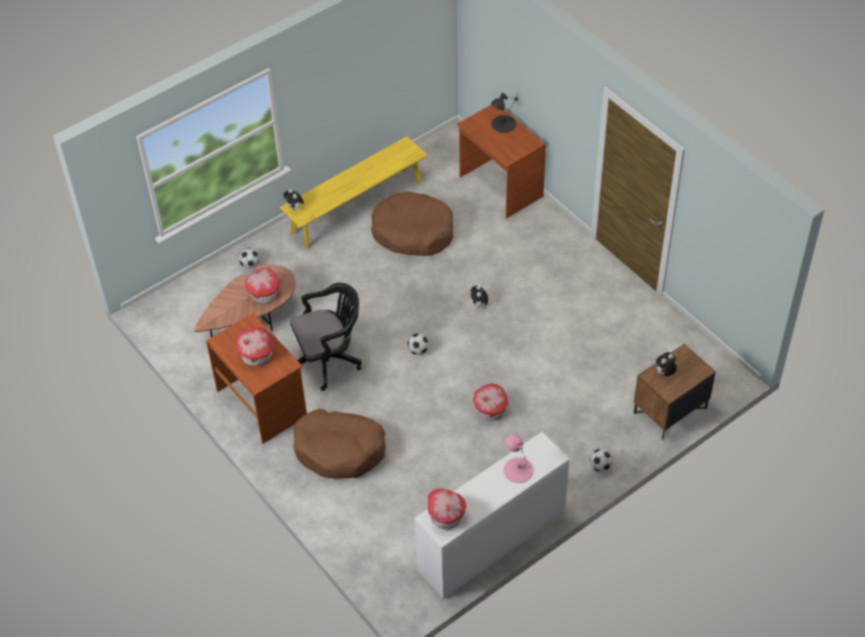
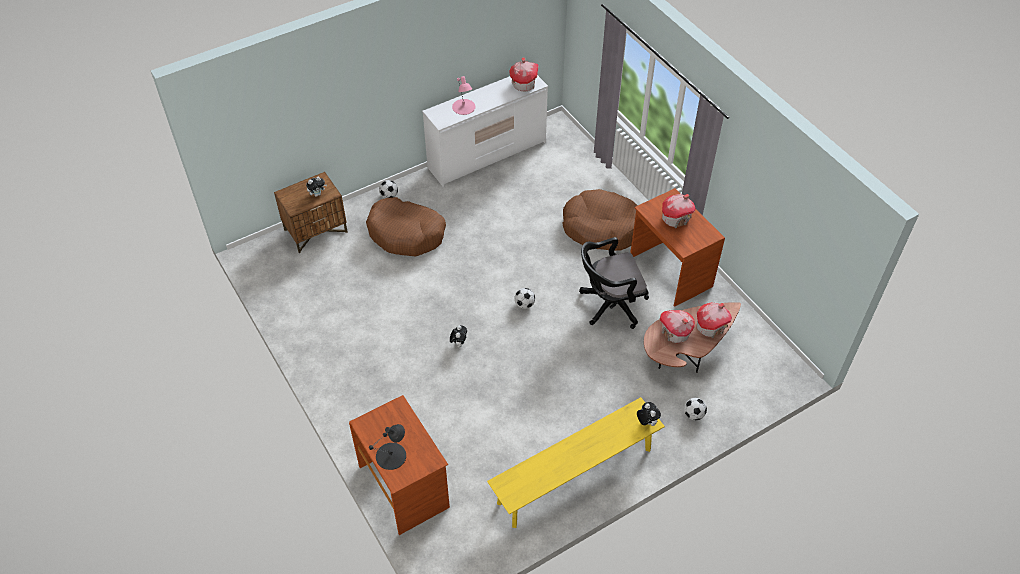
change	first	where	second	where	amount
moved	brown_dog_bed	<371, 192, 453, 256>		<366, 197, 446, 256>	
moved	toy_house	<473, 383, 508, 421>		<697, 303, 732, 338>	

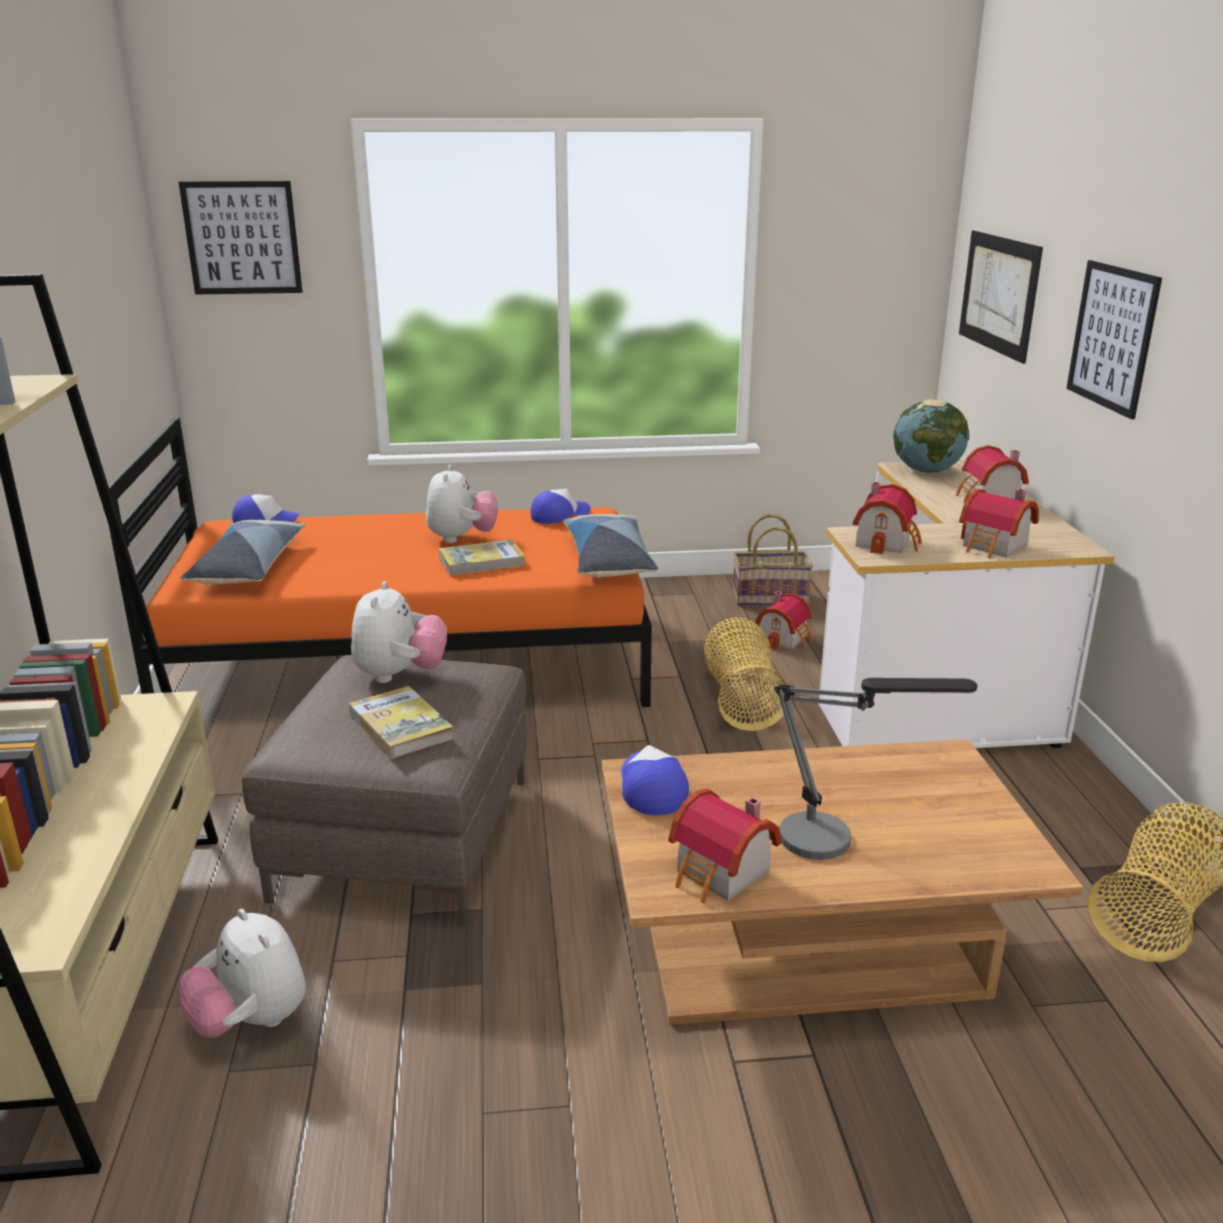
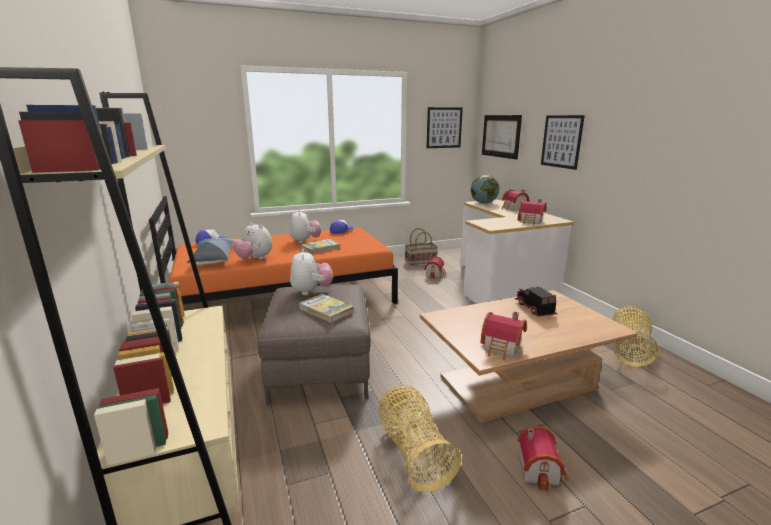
change	first	where	second	where	amount
moved	picture	<179, 181, 303, 295>		<427, 107, 463, 148>	
moved	toy_house	<853, 482, 922, 554>		<518, 426, 568, 491>	
removed	pillow	<563, 514, 658, 578>			
moved	basket	<704, 617, 790, 731>		<378, 385, 462, 492>	
removed	table_lamp	<774, 678, 977, 860>			
removed	cap	<621, 745, 689, 815>			
moved	plush_toy	<179, 909, 306, 1038>		<233, 222, 272, 259>	
added			toy_truck	<514, 287, 557, 317>	

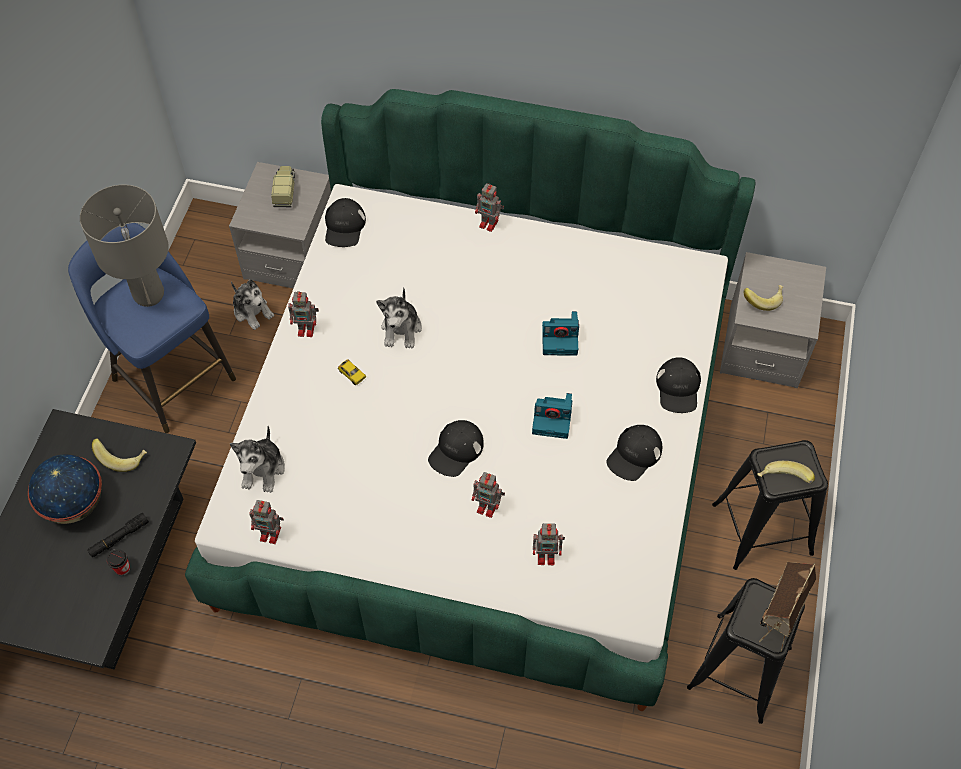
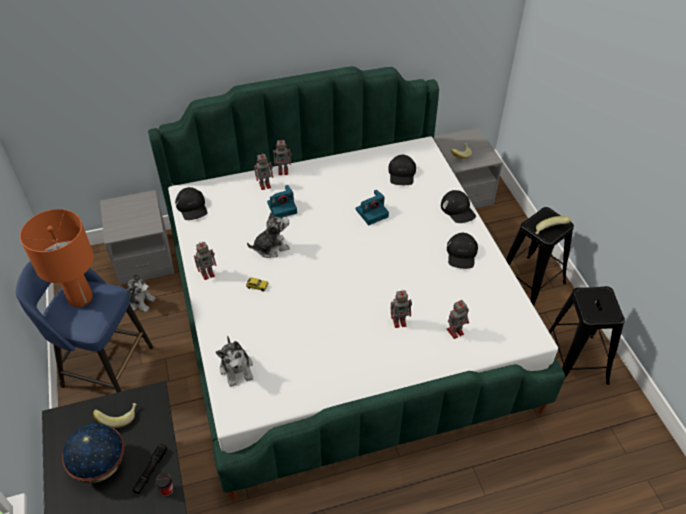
change	first	where	second	where	amount
removed	toy_truck	<271, 166, 295, 207>			
recoloured	grey_table_lamp	<80, 185, 169, 307>	orange_table_lamp	<20, 209, 94, 307>	
turned	plush_toy	<376, 288, 422, 348>		<247, 212, 290, 258>	90 degrees counterclockwise
moved	photo_camera	<532, 393, 572, 439>		<267, 185, 297, 218>	
moved	black_cap	<428, 420, 484, 477>		<388, 155, 416, 185>	
moved	toy_robot	<249, 500, 284, 544>		<254, 152, 273, 190>	
removed	toy_house	<759, 562, 816, 652>			

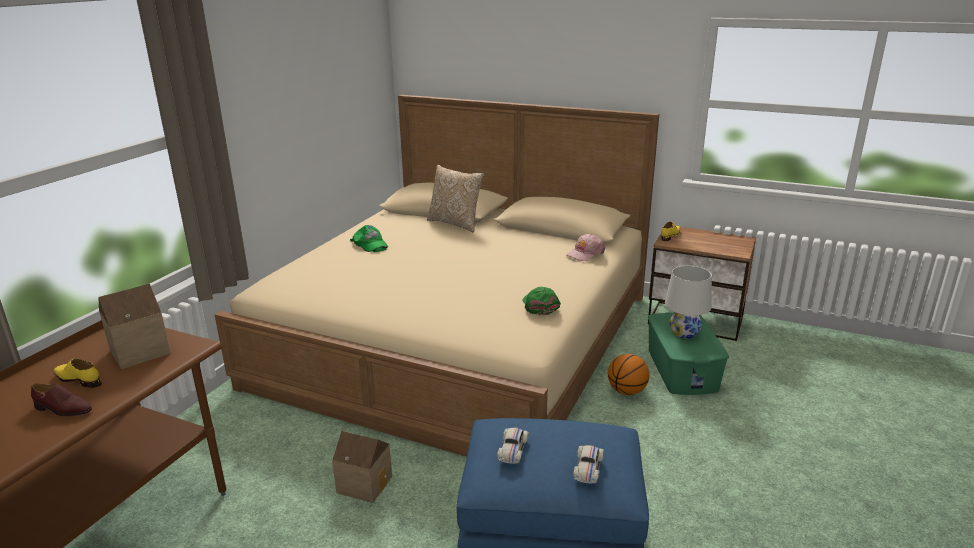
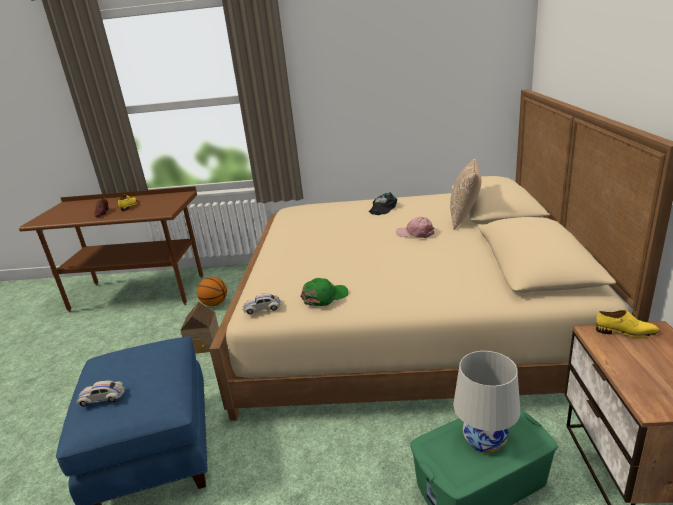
change	first	where	second	where	amount
recoloured	green_cap	<350, 225, 388, 252>	black_cap	<369, 192, 397, 215>	
moved	pink_cap	<566, 234, 605, 261>		<396, 217, 434, 238>	
removed	toy_house	<98, 284, 171, 369>			
moved	basketball	<608, 354, 649, 395>		<197, 277, 227, 306>	
moved	white_toy_car	<497, 427, 529, 464>		<242, 293, 281, 315>	

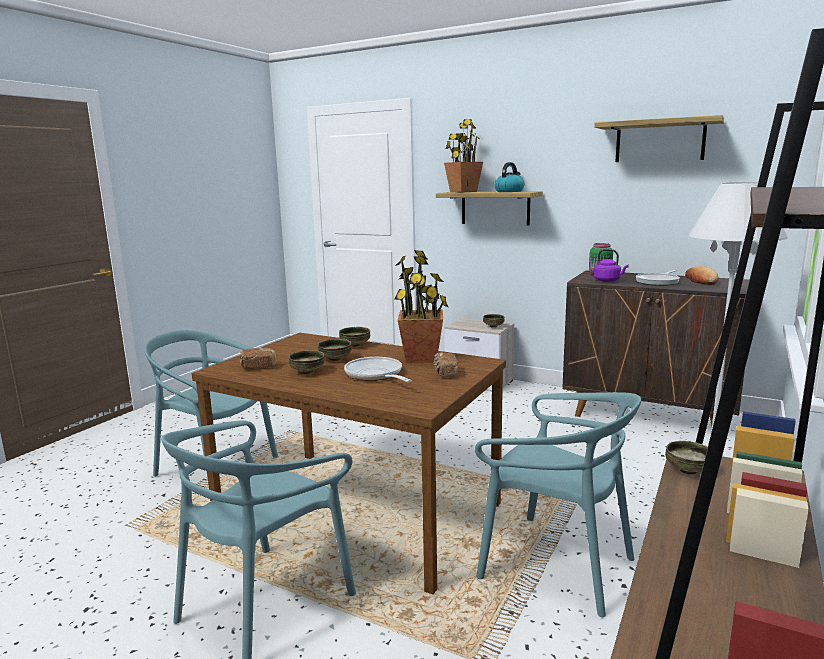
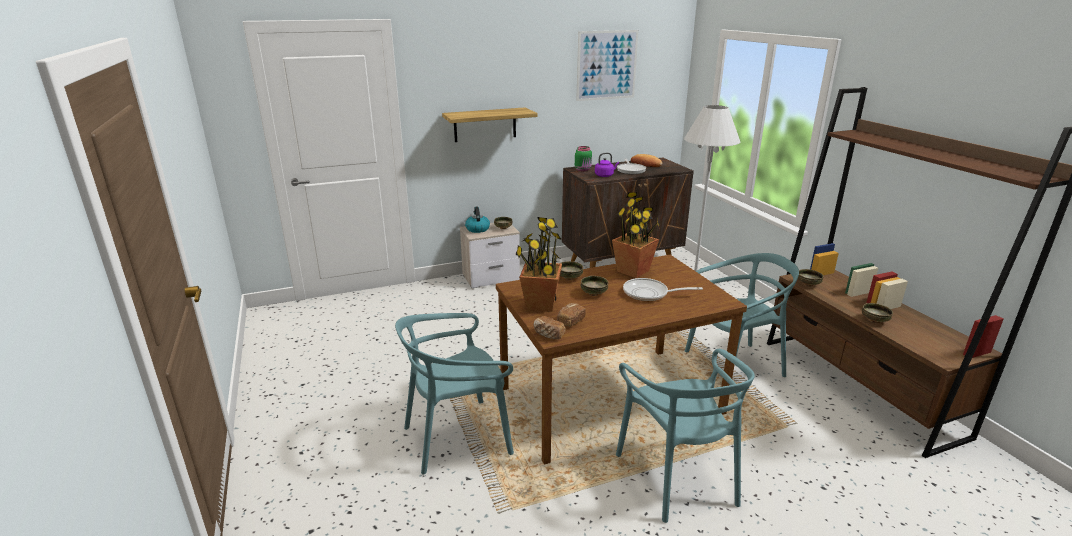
change	first	where	second	where	amount
replaced	shelf	<594, 115, 724, 162>	picture	<576, 30, 639, 101>	
moved	potted_plant	<444, 119, 483, 193>		<515, 217, 562, 312>	
moved	kettle	<494, 162, 525, 192>		<465, 207, 490, 233>	
moved	bowl	<289, 350, 325, 374>		<862, 303, 893, 323>	
moved	bread	<433, 353, 459, 378>		<534, 316, 566, 340>	

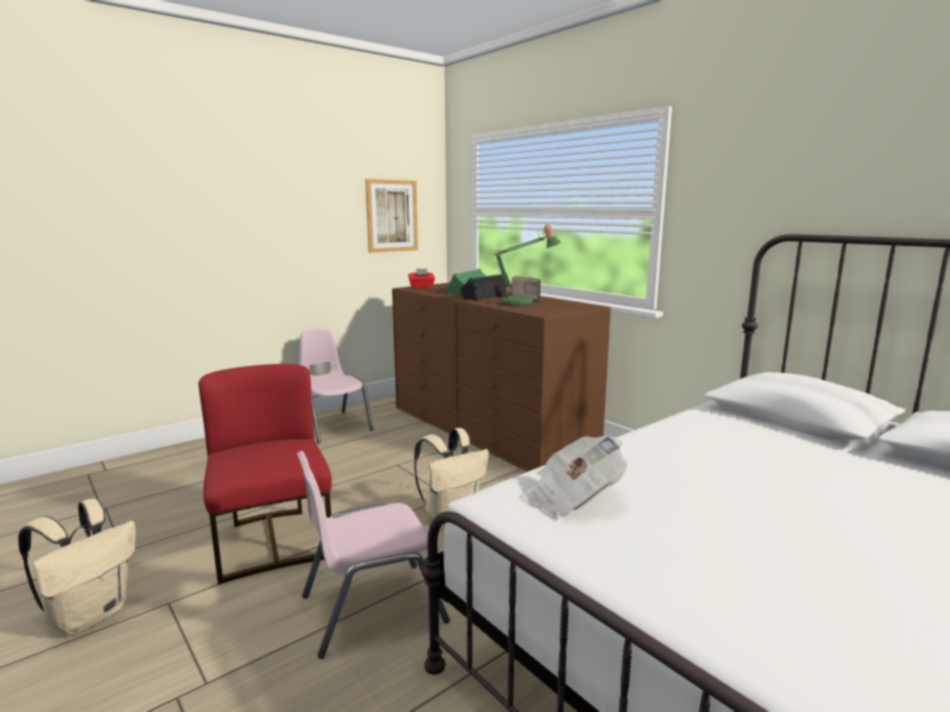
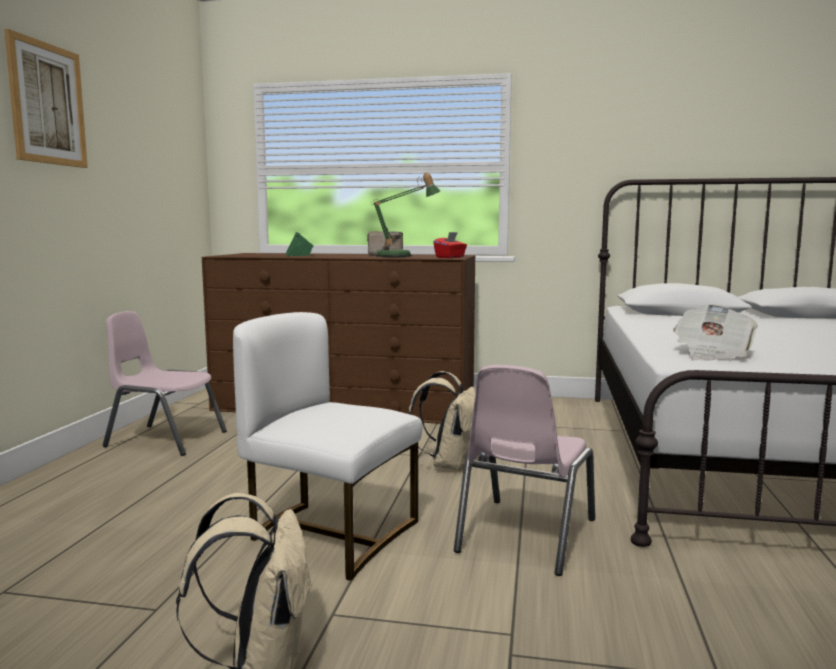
change	first	where	second	where	amount
moved	picture	<365, 179, 418, 253>		<4, 29, 88, 168>	
moved	red_tissue_box	<408, 269, 435, 289>		<433, 232, 467, 258>	
removed	black_speaker	<460, 273, 512, 301>			
recoloured	red_chair	<198, 364, 332, 584>	white_chair	<233, 312, 422, 581>	

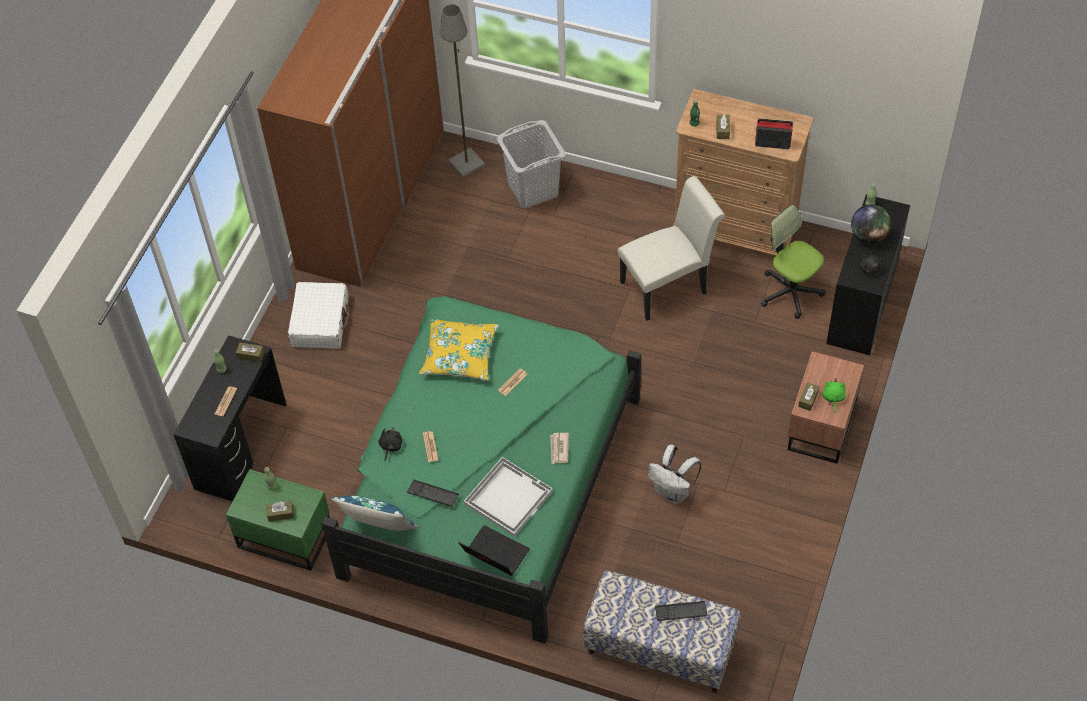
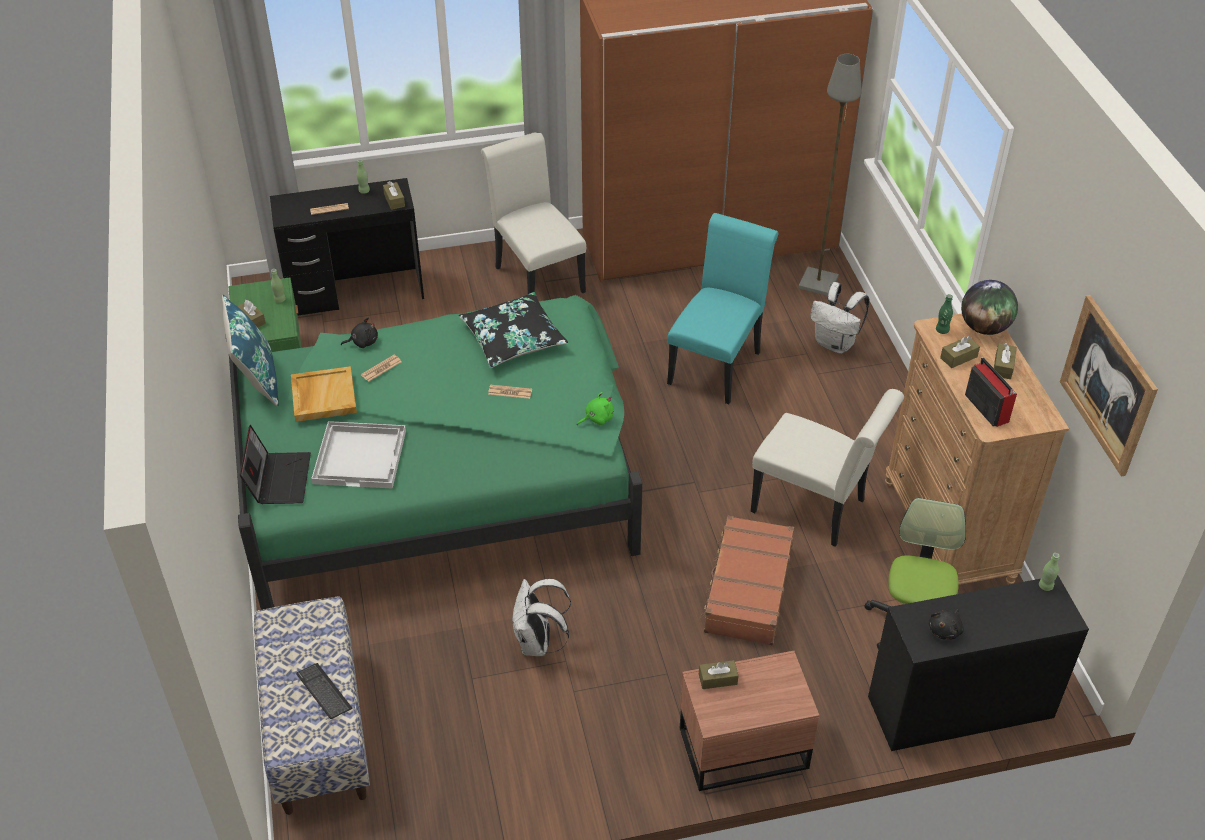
change	first	where	second	where	amount
replaced	grey_laundry_basket	<497, 120, 566, 208>	white_backpack	<810, 282, 870, 354>	
moved	globe	<851, 204, 891, 244>		<961, 280, 1018, 335>	
replaced	white_suitcase	<288, 282, 349, 349>	white_chair	<481, 132, 586, 294>	
recoloured	yellow_pillow	<419, 318, 499, 381>	black_pillow	<459, 292, 568, 368>	
moved	green_plush_toy	<822, 378, 846, 412>		<577, 392, 614, 425>	
removed	newspaper	<550, 433, 569, 464>			
replaced	keyboard	<407, 480, 459, 507>	beige_tray	<291, 366, 357, 422>	
added			turquoise_chair	<667, 213, 778, 404>	
added			picture	<1060, 295, 1158, 476>	
added			brown_tissue_box	<994, 343, 1017, 379>	
added			brown_suitcase	<700, 516, 794, 646>	

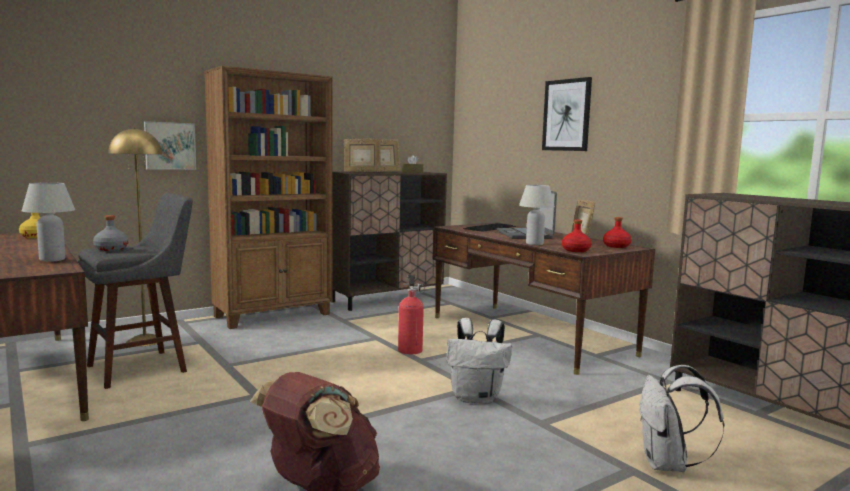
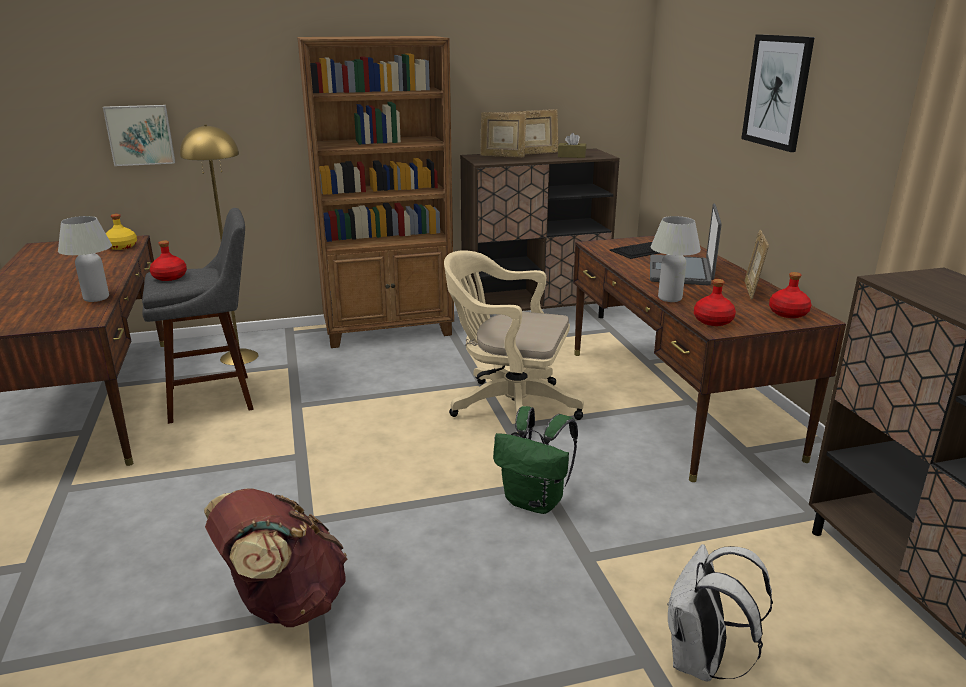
change	first	where	second	where	amount
moved	picture	<144, 121, 196, 170>		<103, 105, 175, 166>	
recoloured	grey_bottle	<93, 215, 129, 251>	red_bottle	<150, 241, 187, 281>	
replaced	fire_extinguisher	<398, 275, 425, 354>	beige_office_chair	<444, 250, 584, 437>	
recoloured	white_backpack	<447, 318, 512, 404>	green_backpack	<493, 406, 578, 514>	

